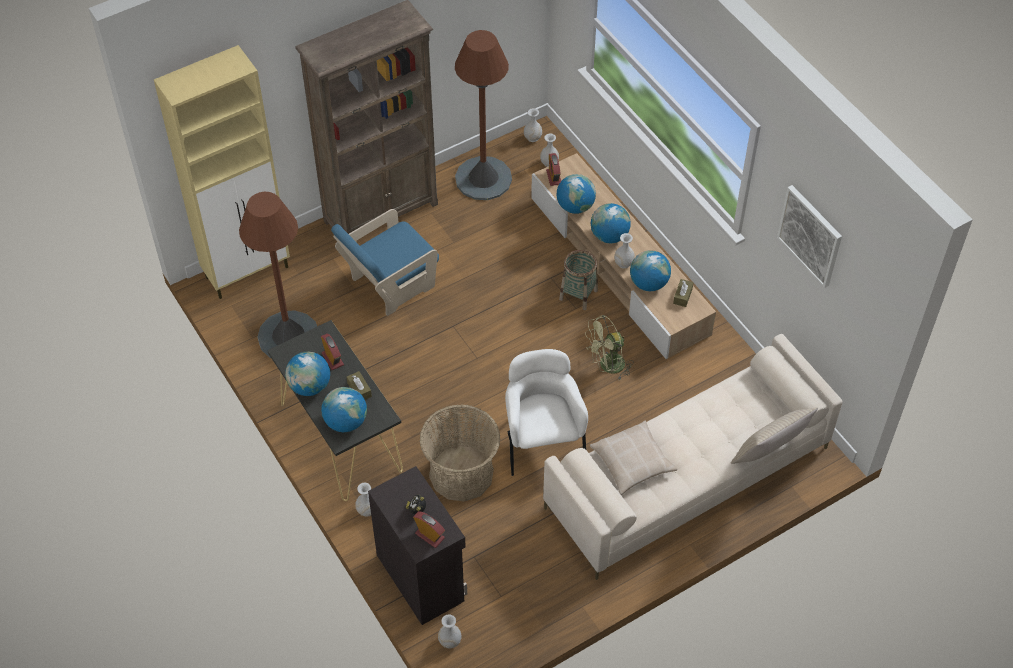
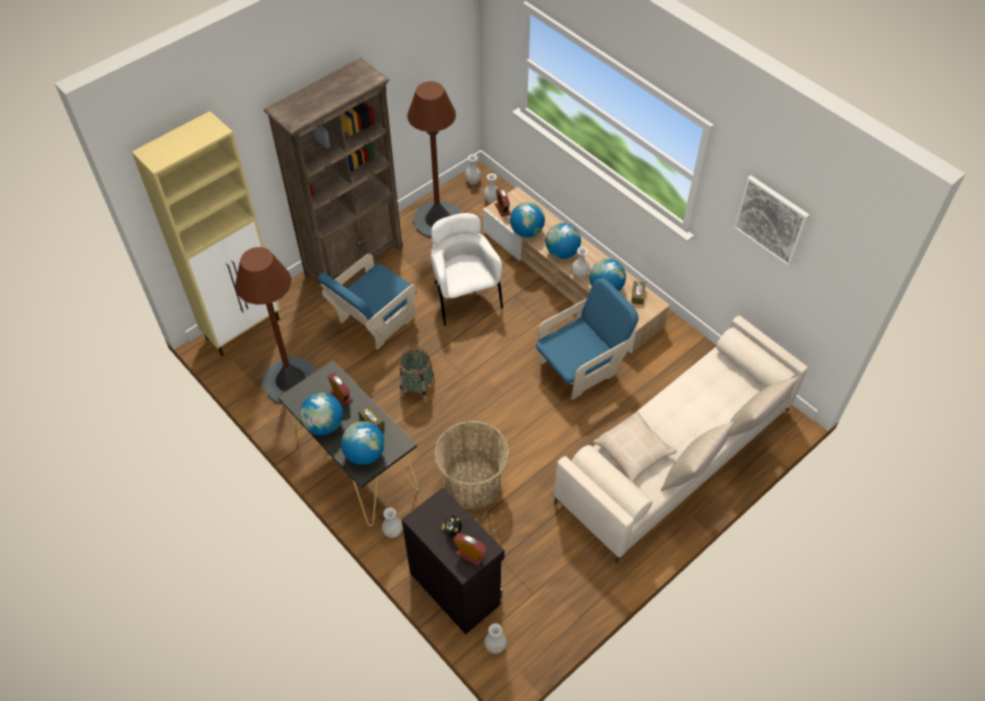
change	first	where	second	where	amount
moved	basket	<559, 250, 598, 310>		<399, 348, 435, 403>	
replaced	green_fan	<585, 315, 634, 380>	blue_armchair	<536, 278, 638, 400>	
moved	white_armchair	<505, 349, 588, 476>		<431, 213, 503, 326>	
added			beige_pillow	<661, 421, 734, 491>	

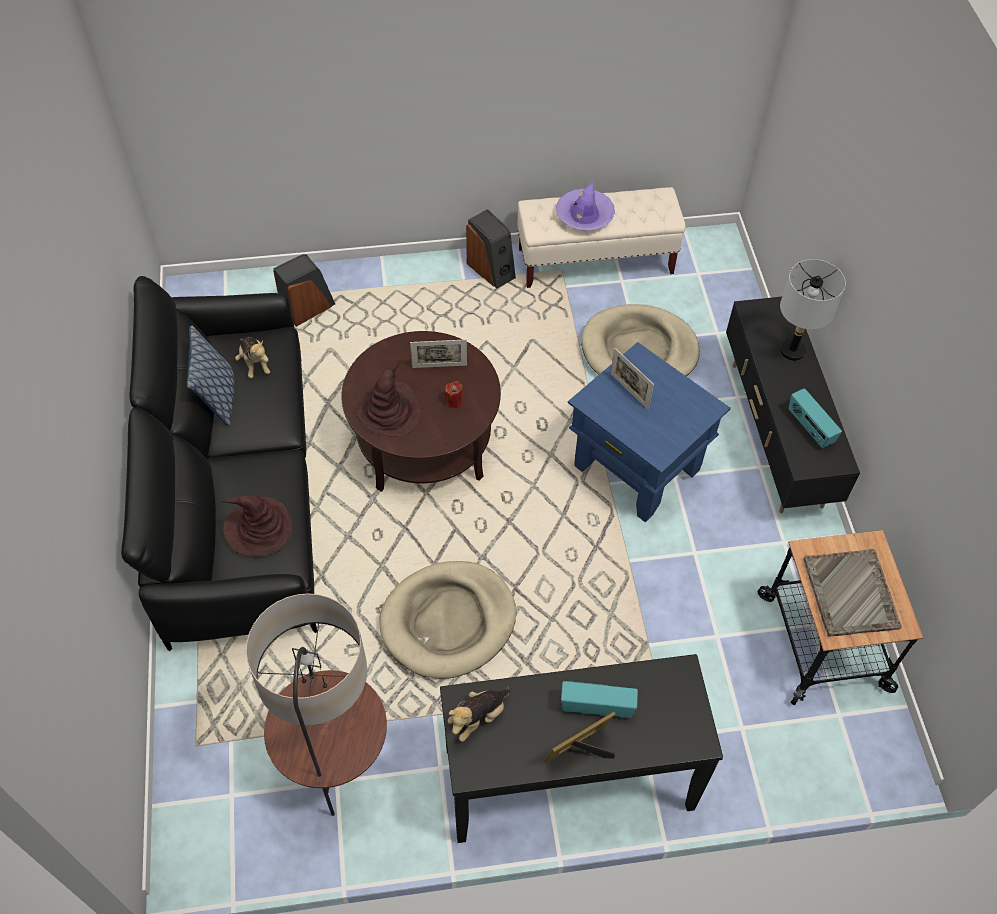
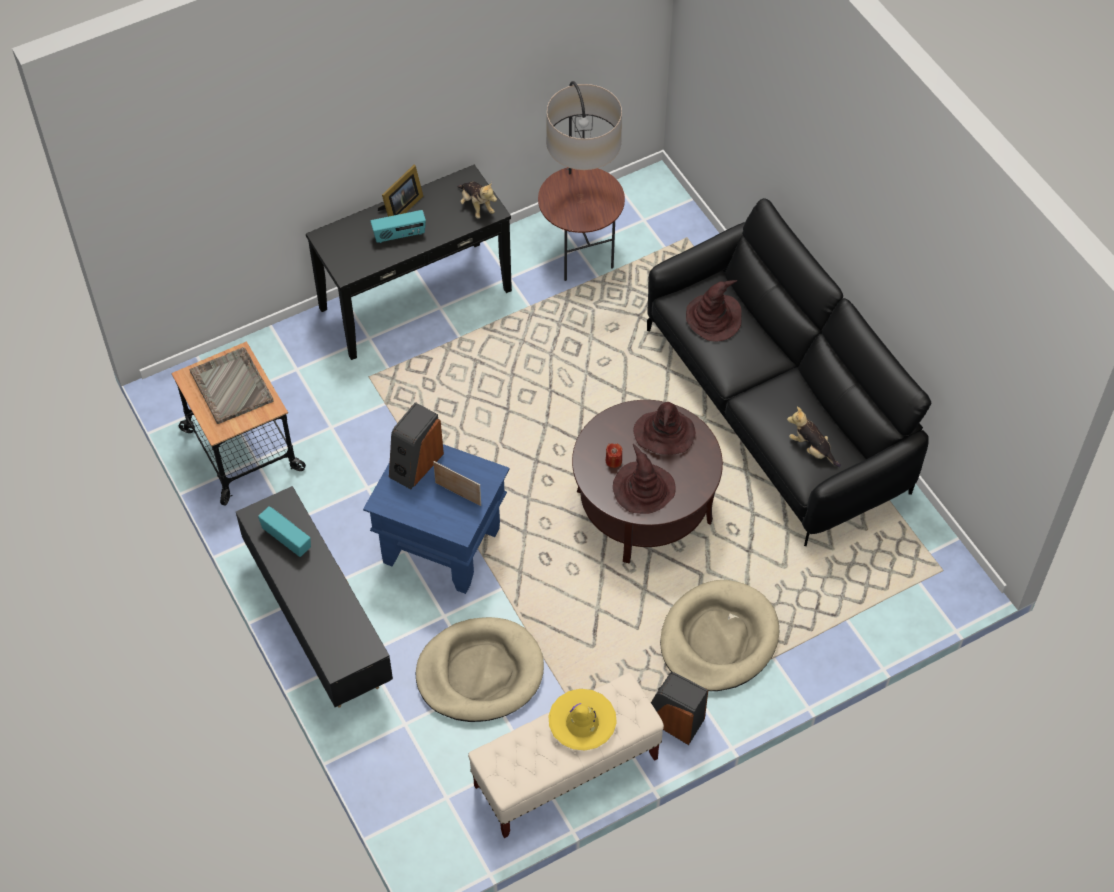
change	first	where	second	where	amount
recoloured	purple_hat	<556, 182, 615, 231>	yellow_hat	<549, 689, 617, 751>	
moved	speaker	<273, 254, 335, 327>		<389, 402, 444, 489>	
removed	grey_table_lamp	<780, 259, 846, 361>			
removed	pillow	<187, 325, 234, 427>			
replaced	picture_frame	<410, 340, 467, 368>	brown_hat	<613, 444, 676, 514>	
moved	beige_dog_bed	<379, 561, 516, 679>		<660, 580, 779, 691>	
turned	plush_toy	<448, 685, 511, 742>		<457, 182, 497, 218>	120 degrees clockwise

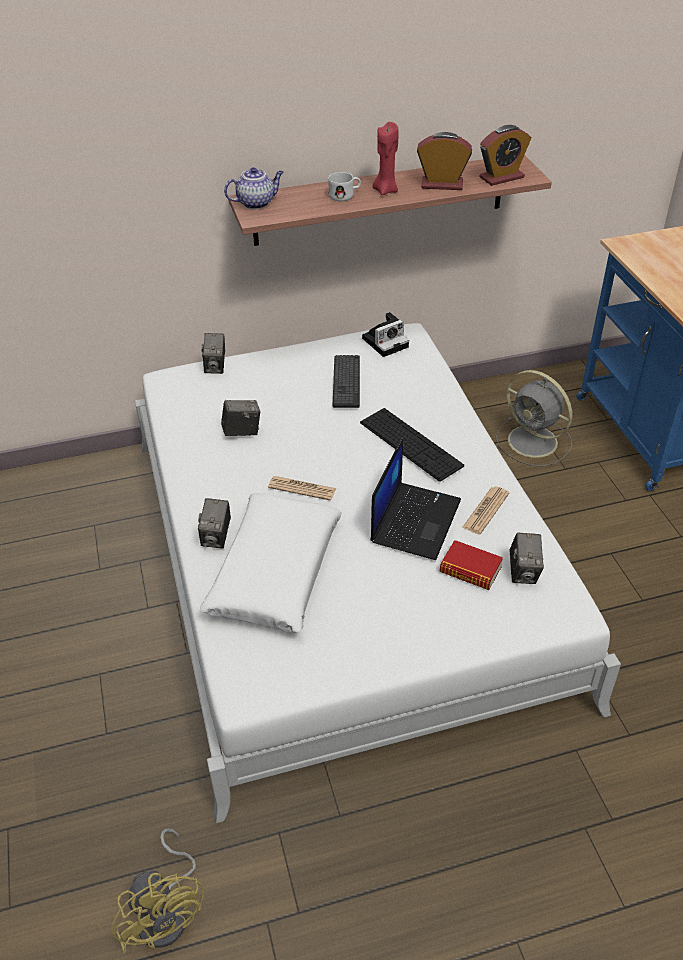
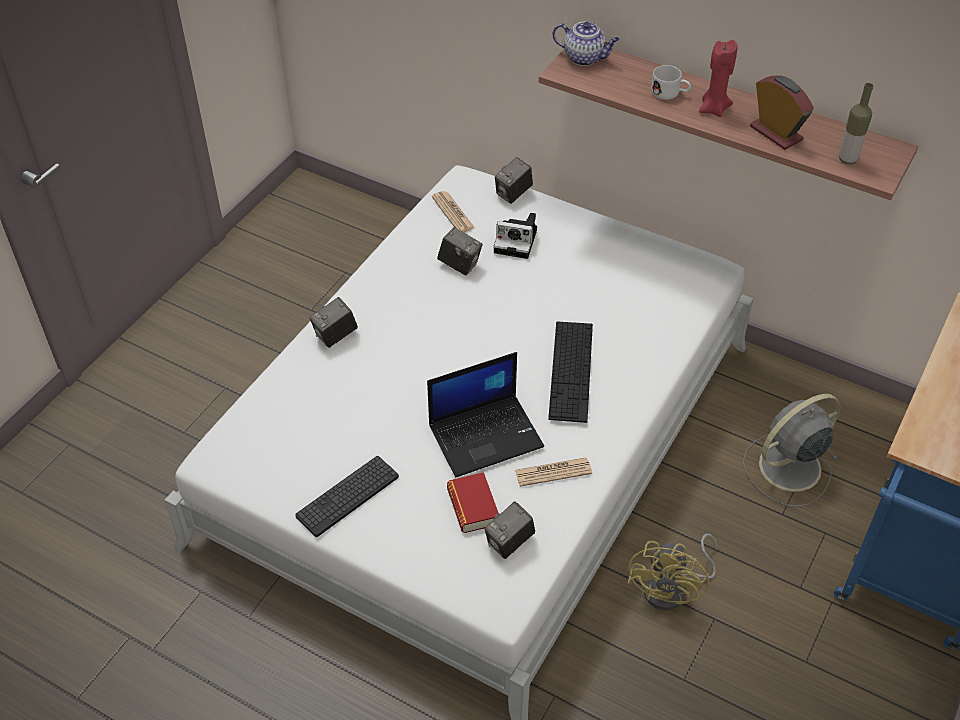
change	first	where	second	where	amount
replaced	alarm_clock	<480, 125, 531, 186>	bottle	<839, 83, 873, 164>	
moved	photo_camera	<362, 312, 409, 357>		<494, 213, 537, 259>	
moved	keyboard	<333, 355, 360, 408>		<295, 456, 399, 537>	
turned	grey_fan	<496, 370, 572, 467>		<743, 394, 840, 507>	60 degrees clockwise
moved	newspaper	<268, 476, 336, 501>		<432, 191, 475, 232>	
removed	white_pillow	<199, 493, 342, 633>			
moved	yellow_fan	<111, 828, 204, 953>		<628, 533, 717, 610>	

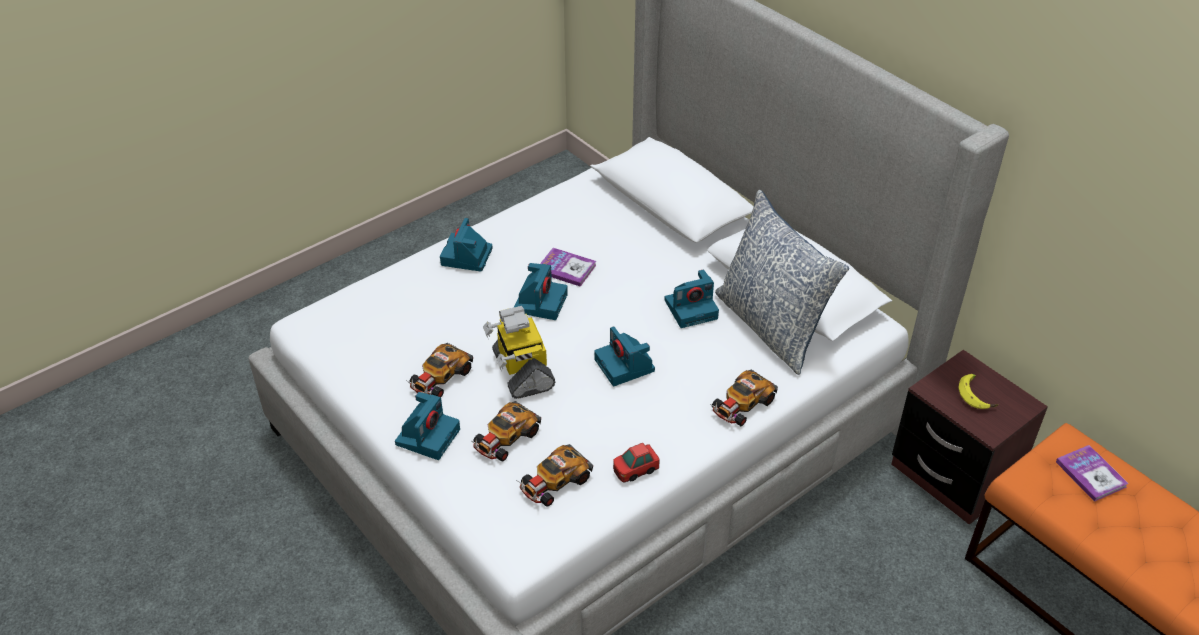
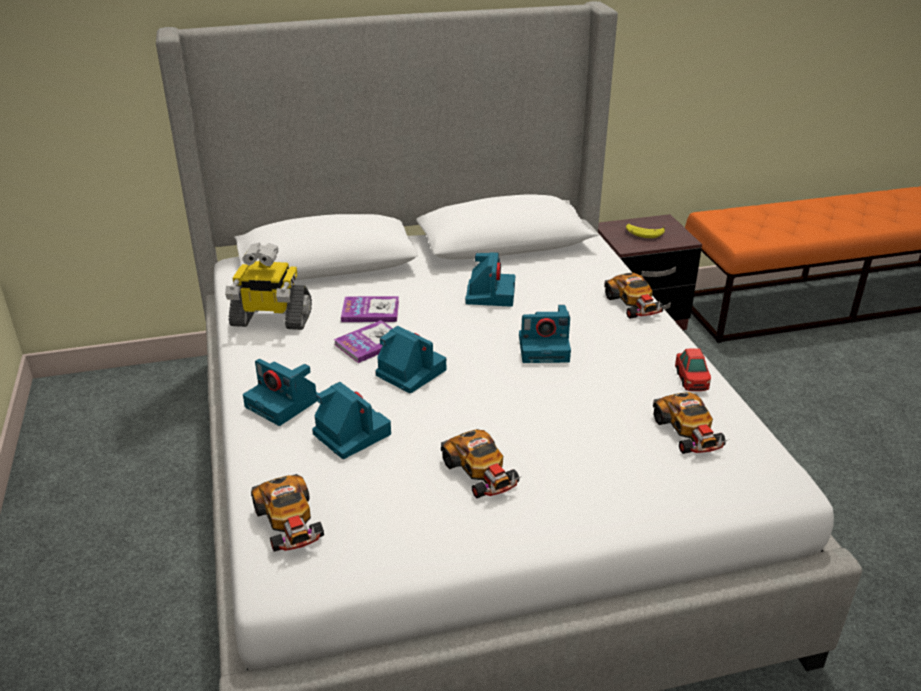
change	first	where	second	where	amount
removed	pillow	<715, 190, 849, 375>			
moved	toy_robot	<483, 306, 555, 399>		<225, 242, 312, 330>	
moved	photo_camera	<395, 392, 460, 460>		<312, 382, 391, 459>	
moved	toy_car	<470, 401, 541, 461>		<251, 474, 324, 552>	
moved	book	<1056, 445, 1129, 502>		<341, 296, 399, 322>	

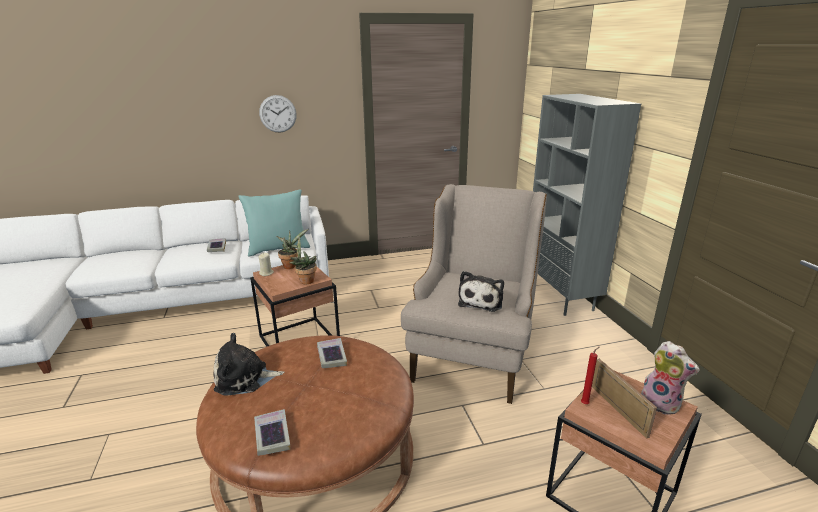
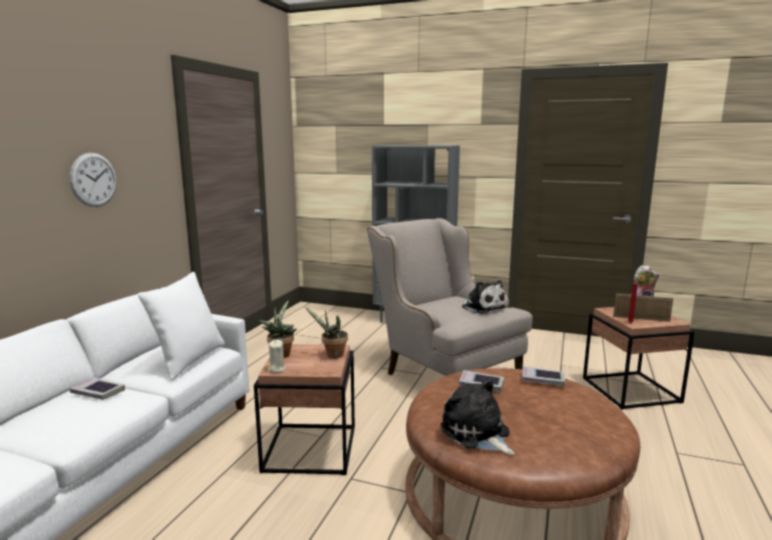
change	first	where	second	where	amount
recoloured	turquoise_pillow	<238, 190, 310, 257>	white_pillow	<138, 272, 225, 381>	
turned	plush_toy	<213, 333, 285, 395>		<441, 378, 514, 455>	120 degrees clockwise
moved	book	<254, 409, 290, 456>		<522, 366, 565, 386>	

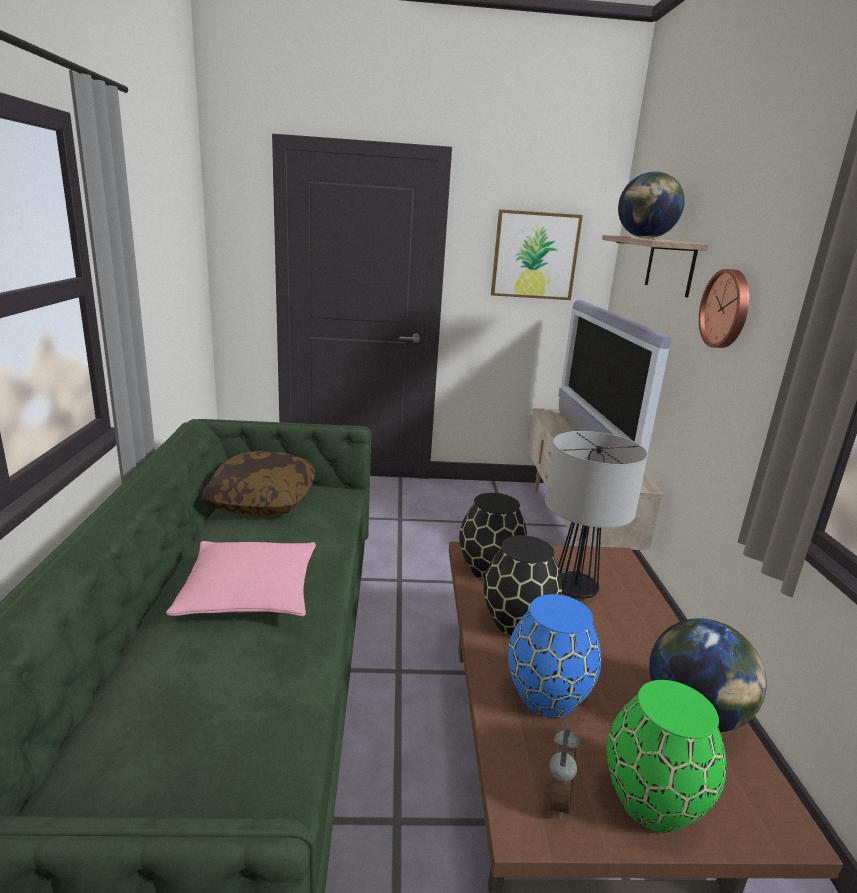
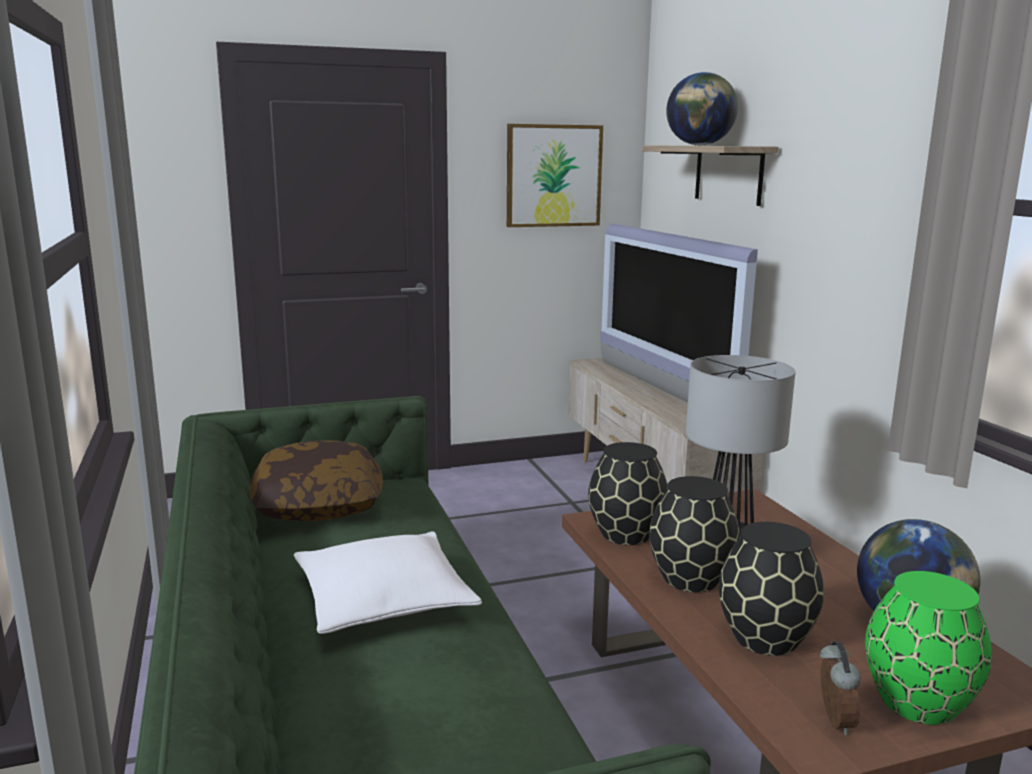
change	first	where	second	where	amount
removed	wall_clock	<699, 269, 749, 348>			
recoloured	pink_pillow	<166, 541, 316, 616>	white_pillow	<294, 531, 482, 634>	
recoloured	blue_vase	<508, 594, 601, 717>	black_vase	<719, 522, 824, 656>	

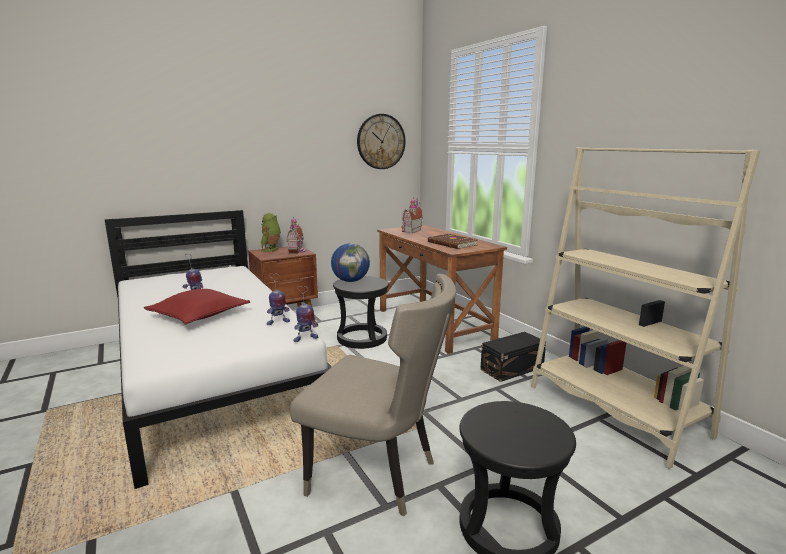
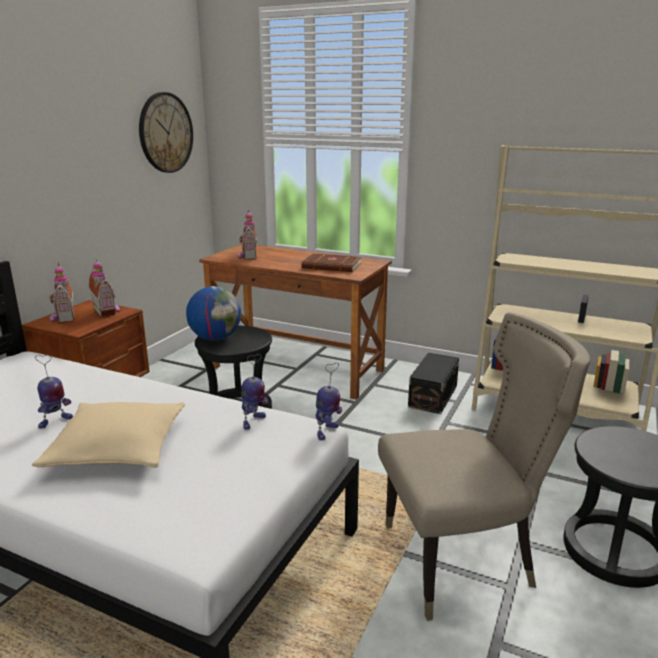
change	first	where	second	where	amount
replaced	toy_robot	<261, 213, 281, 252>	toy_house	<49, 262, 74, 322>	
recoloured	red_pillow	<144, 289, 250, 324>	beige_pillow	<32, 402, 185, 468>	

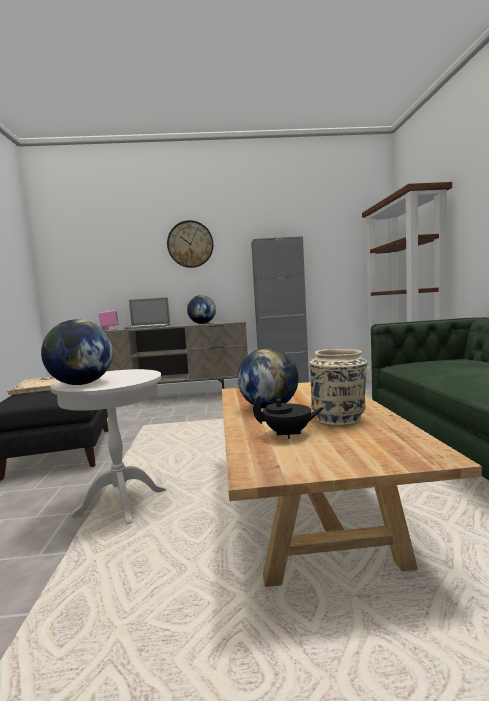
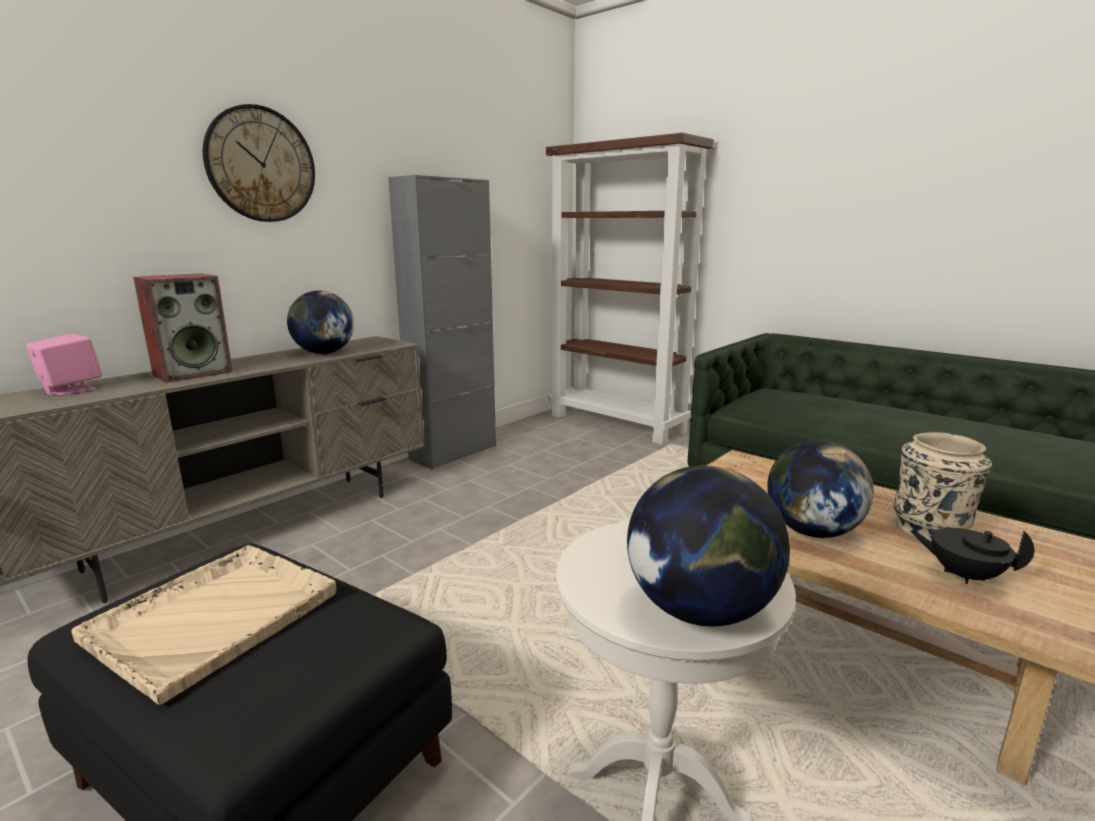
change	first	where	second	where	amount
replaced	laptop	<124, 297, 170, 329>	speaker	<133, 273, 233, 383>	
turned	black_teapot	<253, 395, 324, 439>		<910, 528, 1034, 584>	105 degrees counterclockwise

